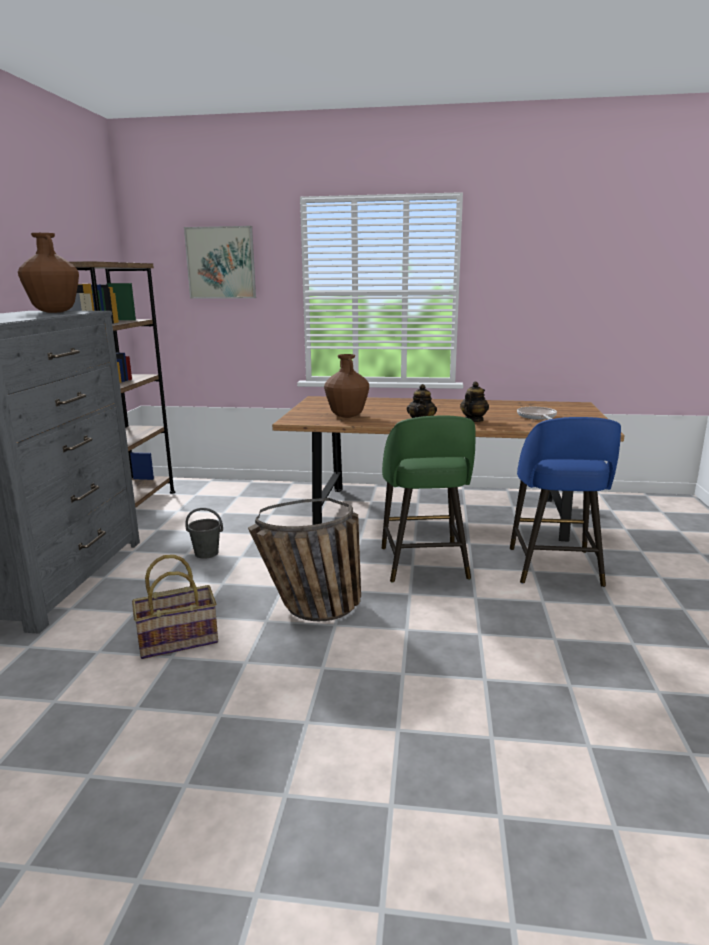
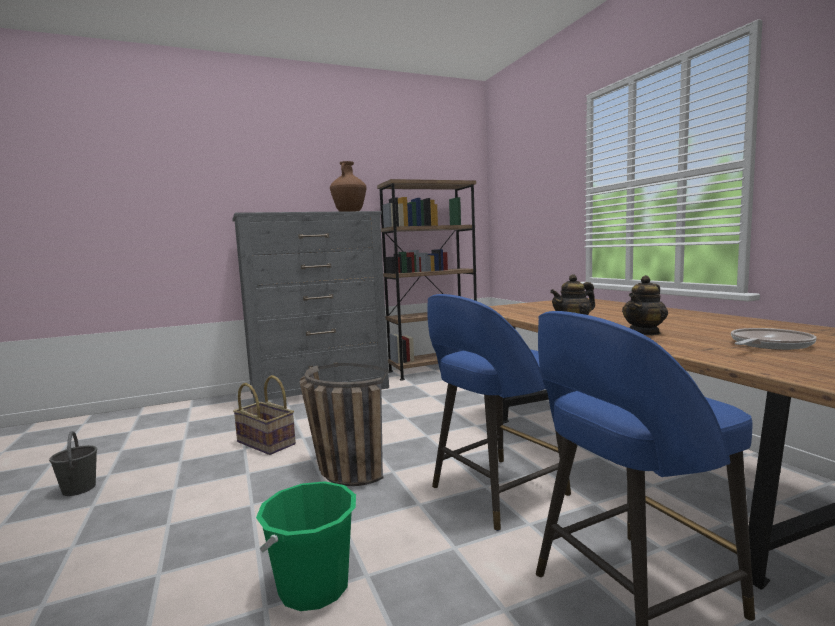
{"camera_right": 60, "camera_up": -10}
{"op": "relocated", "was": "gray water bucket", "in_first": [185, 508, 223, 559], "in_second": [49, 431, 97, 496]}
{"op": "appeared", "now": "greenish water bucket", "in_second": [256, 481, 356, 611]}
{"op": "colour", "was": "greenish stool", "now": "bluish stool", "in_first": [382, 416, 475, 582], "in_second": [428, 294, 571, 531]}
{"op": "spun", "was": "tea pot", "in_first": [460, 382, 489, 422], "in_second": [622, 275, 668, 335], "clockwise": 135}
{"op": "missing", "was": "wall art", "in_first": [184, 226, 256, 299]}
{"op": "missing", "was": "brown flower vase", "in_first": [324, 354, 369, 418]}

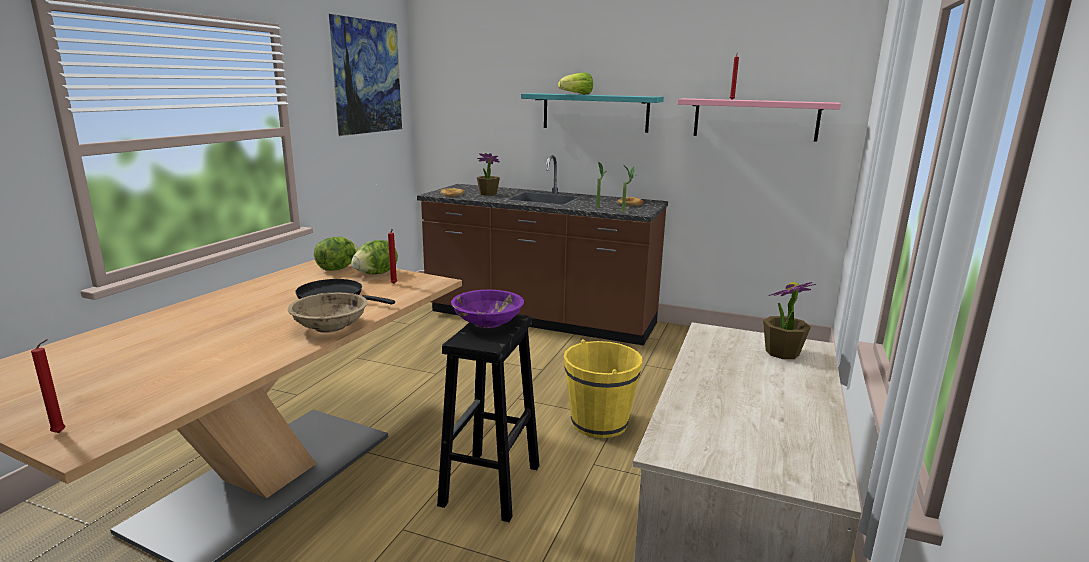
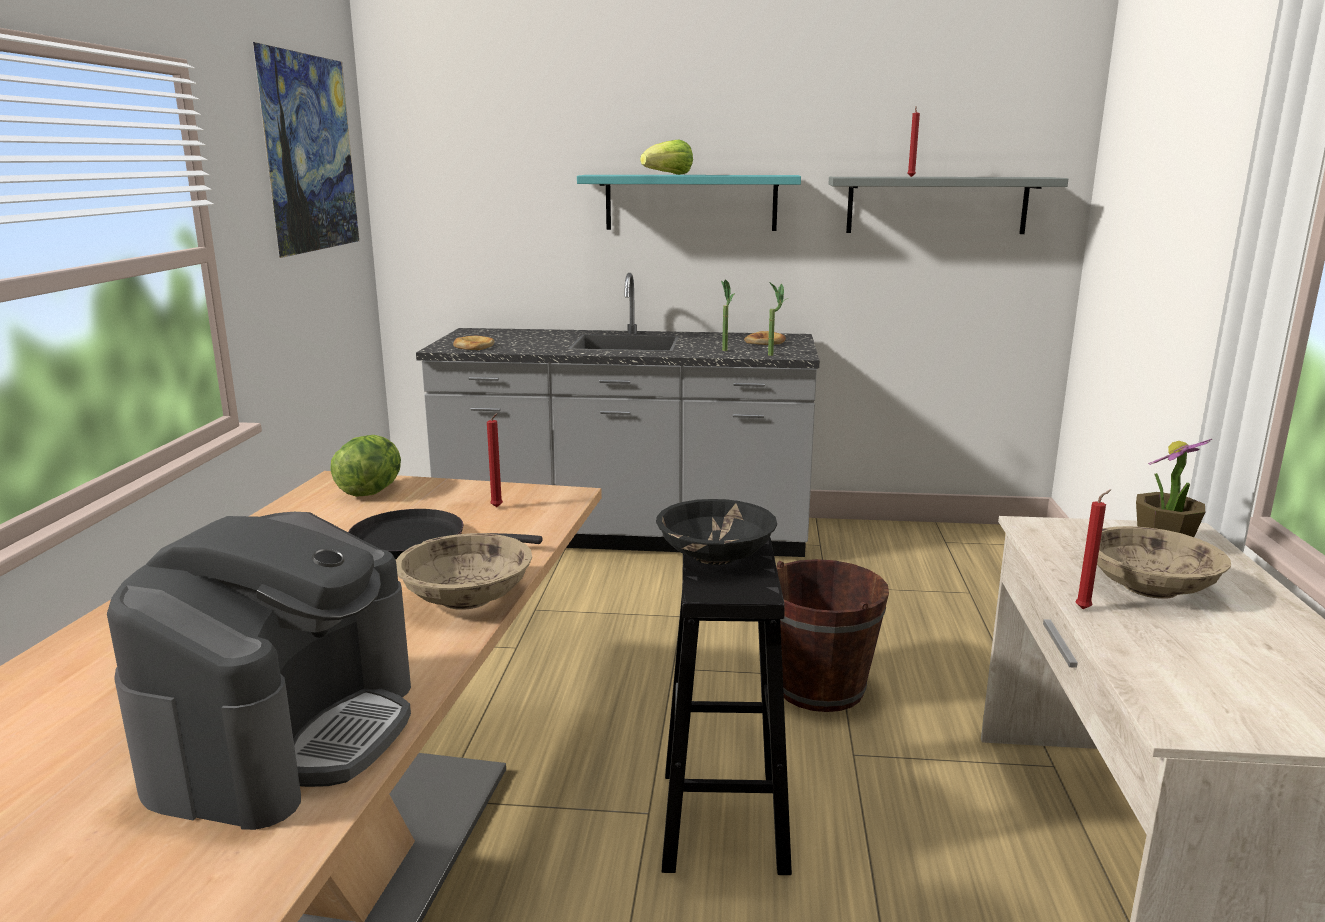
{"camera_right": -15, "camera_up": 0}
{"op": "appeared", "now": "coffee brewer", "in_second": [107, 512, 411, 830]}
{"op": "colour", "was": "brown counter", "now": "gray counter", "in_first": [417, 155, 668, 345], "in_second": [416, 273, 819, 557]}
{"op": "colour", "was": "purplish serving bowl", "now": "black serving bowl", "in_first": [451, 289, 524, 328], "in_second": [656, 499, 777, 565]}
{"op": "colour", "was": "yellow water bucket", "now": "brown water bucket", "in_first": [564, 339, 642, 438], "in_second": [776, 559, 889, 712]}
{"op": "colour", "was": "pink shelf", "now": "gray shelf", "in_first": [677, 98, 841, 142], "in_second": [828, 177, 1068, 234]}
{"op": "relocated", "was": "red-coloured wax light", "in_first": [31, 339, 66, 433], "in_second": [1076, 489, 1111, 609]}
{"op": "appeared", "now": "sand-coloured serving bowl", "in_second": [1097, 526, 1231, 599]}
{"op": "missing", "was": "head of lettuce", "in_first": [351, 240, 398, 274]}
{"op": "missing", "was": "potted plant", "in_first": [477, 153, 500, 196]}

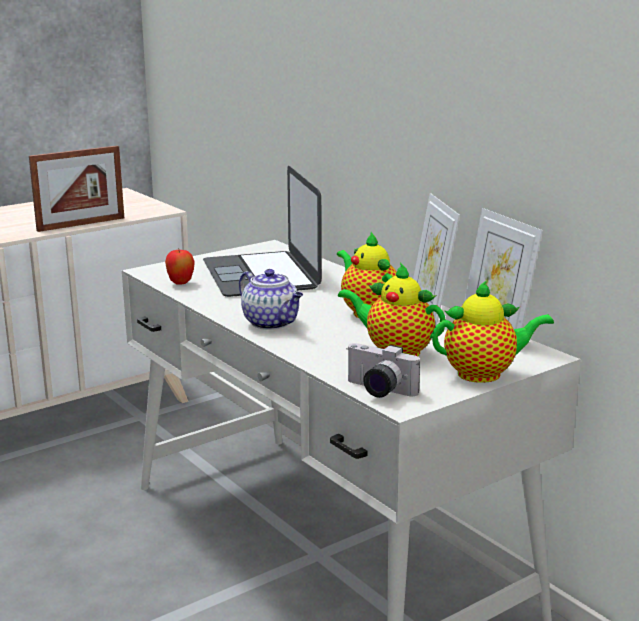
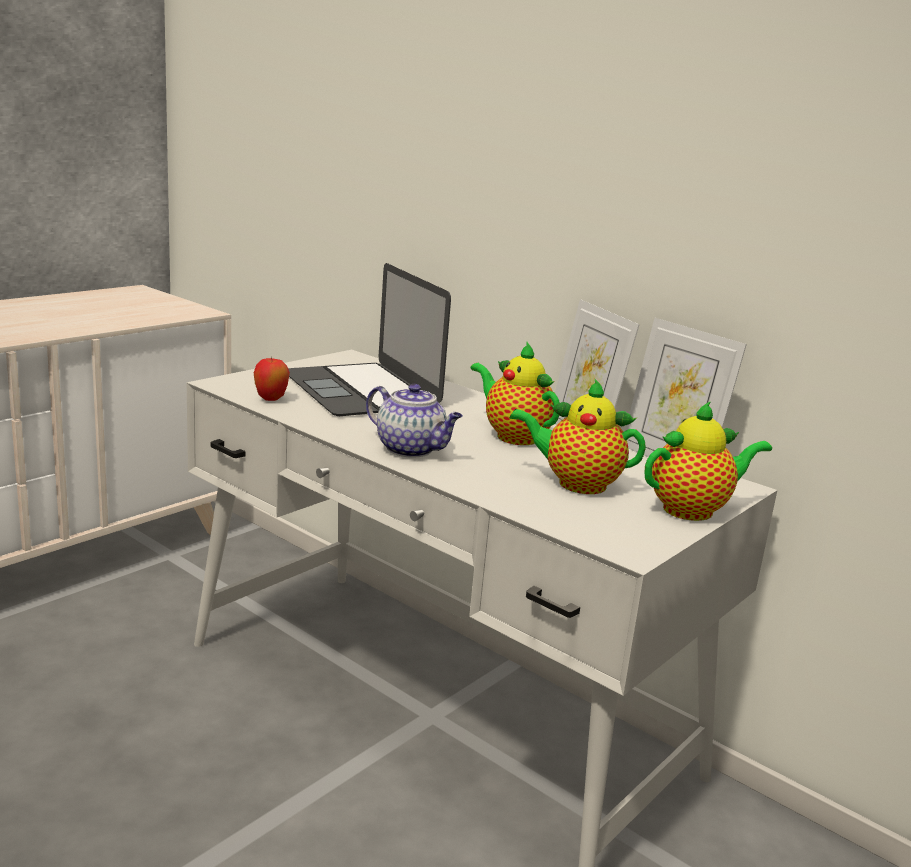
{"camera_right": -15, "camera_up": 0}
{"op": "missing", "was": "standing frame", "in_first": [29, 146, 124, 232]}
{"op": "missing", "was": "photo camera", "in_first": [346, 343, 420, 398]}

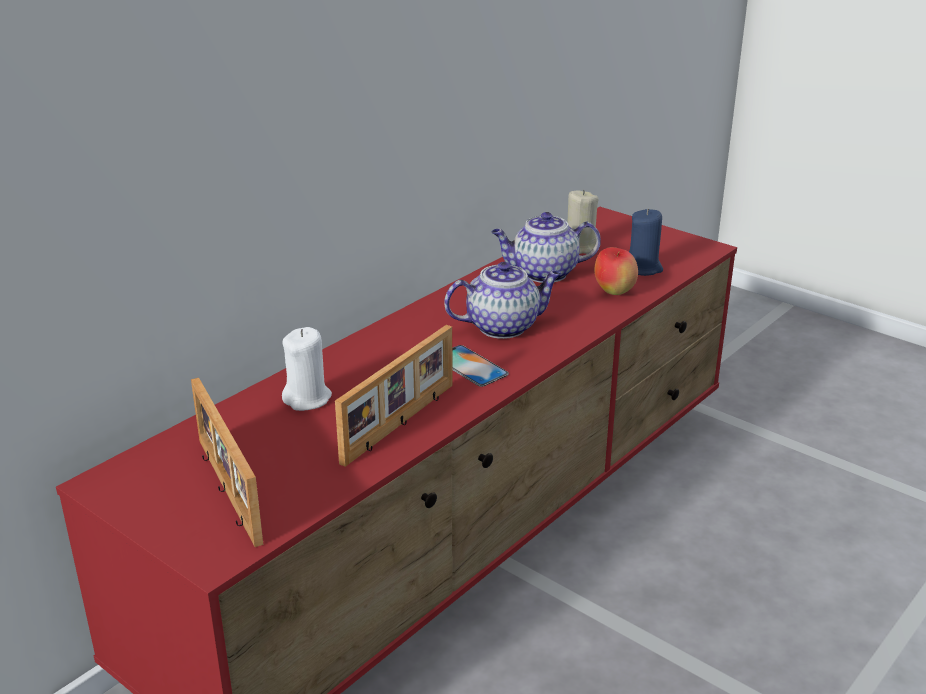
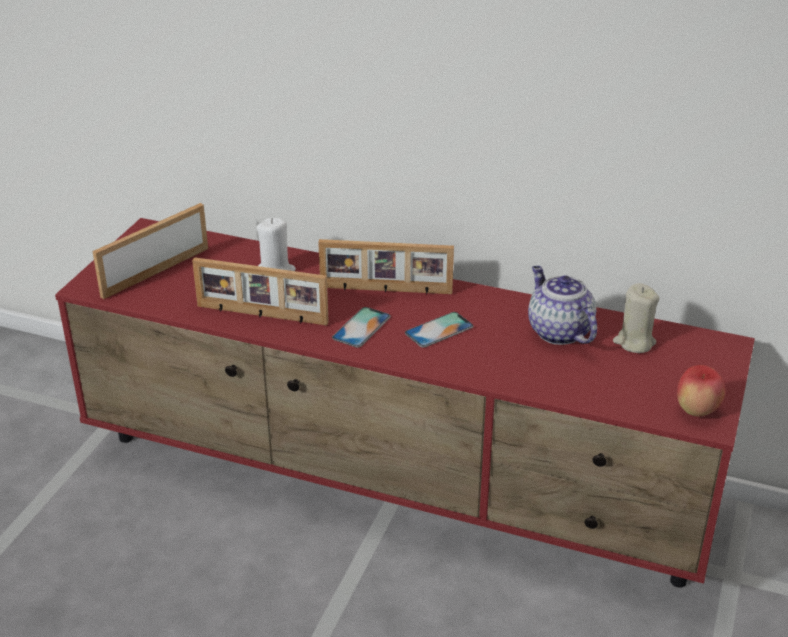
{"camera_right": 70, "camera_up": 5}
{"op": "appeared", "now": "standing frame", "in_second": [318, 239, 454, 295]}
{"op": "exchanged", "was": "tea pot", "now": "telephone", "in_first": [444, 262, 561, 339], "in_second": [405, 312, 473, 348]}
{"op": "relocated", "was": "whole apple", "in_first": [595, 247, 638, 295], "in_second": [677, 365, 725, 416]}
{"op": "missing", "was": "bluish wax light", "in_first": [629, 209, 663, 276]}

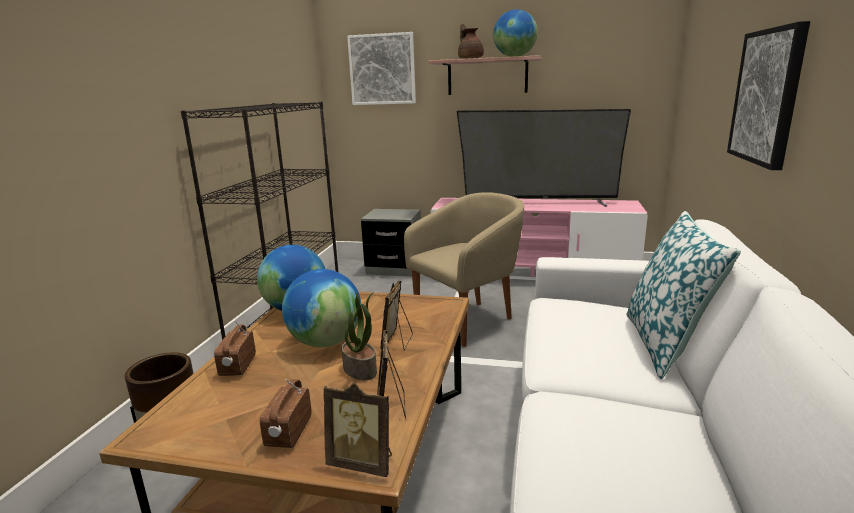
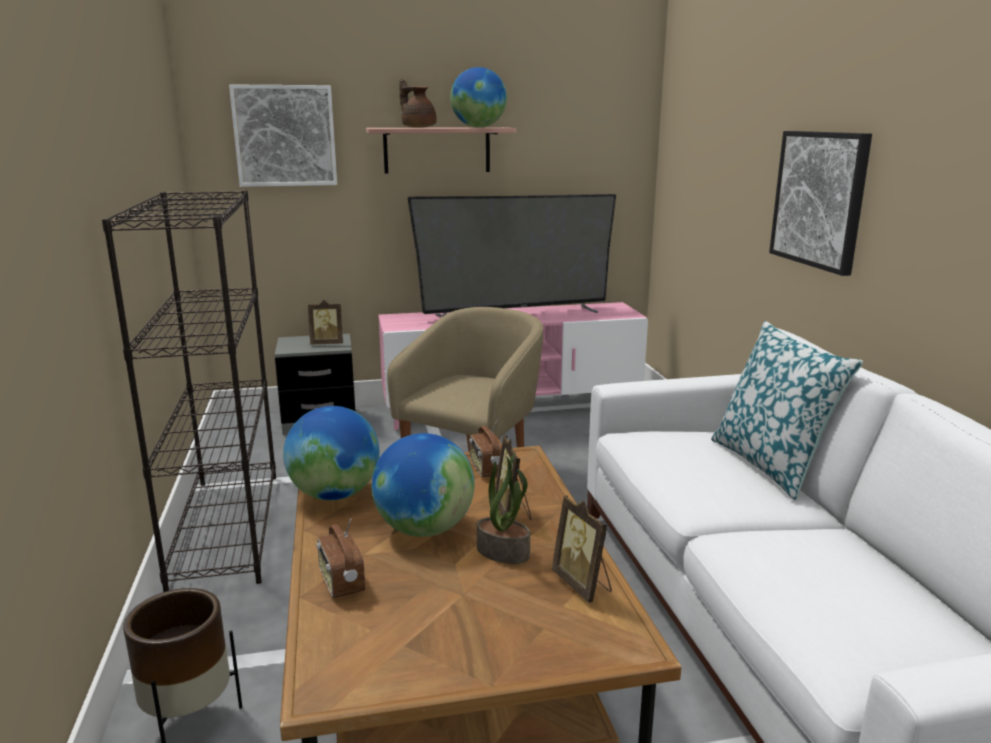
{"camera_right": -25, "camera_up": 0}
{"op": "relocated", "was": "standing frame", "in_first": [324, 383, 392, 477], "in_second": [308, 300, 343, 344]}
{"op": "relocated", "was": "radio set", "in_first": [260, 379, 312, 448], "in_second": [469, 418, 502, 477]}

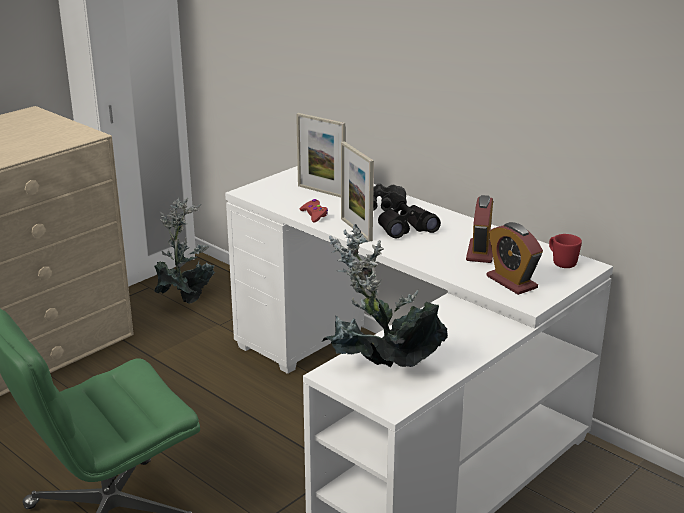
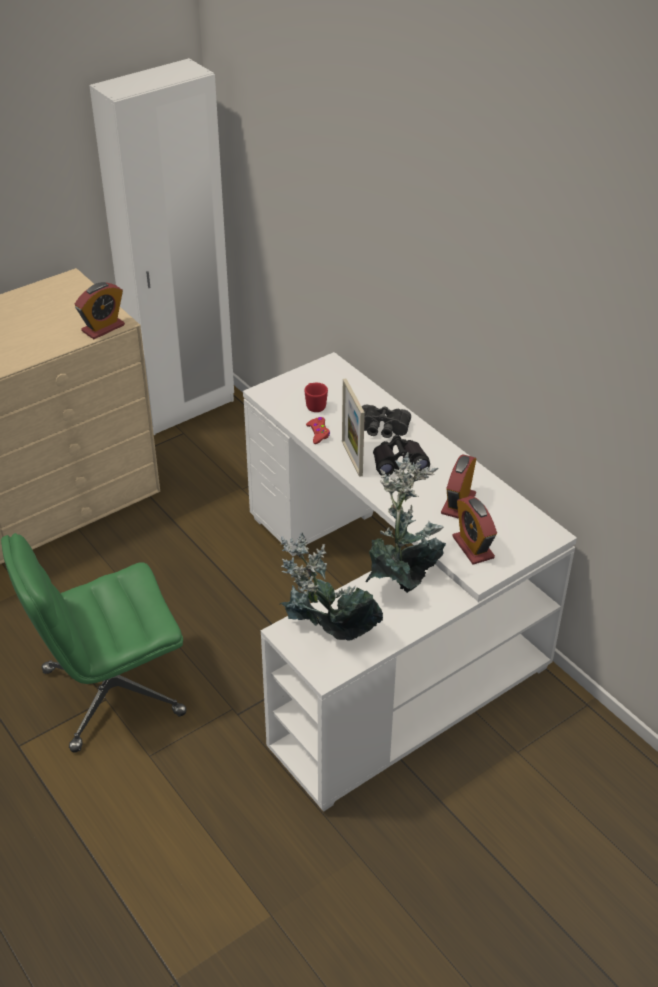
{"camera_right": 10, "camera_up": 15}
{"op": "appeared", "now": "bedside clock", "in_second": [75, 282, 125, 339]}
{"op": "relocated", "was": "red-coloured mug", "in_first": [549, 234, 582, 268], "in_second": [304, 383, 328, 412]}
{"op": "relocated", "was": "potted plant", "in_first": [154, 198, 215, 304], "in_second": [366, 452, 446, 593]}
{"op": "missing", "was": "standing frame", "in_first": [296, 113, 345, 197]}

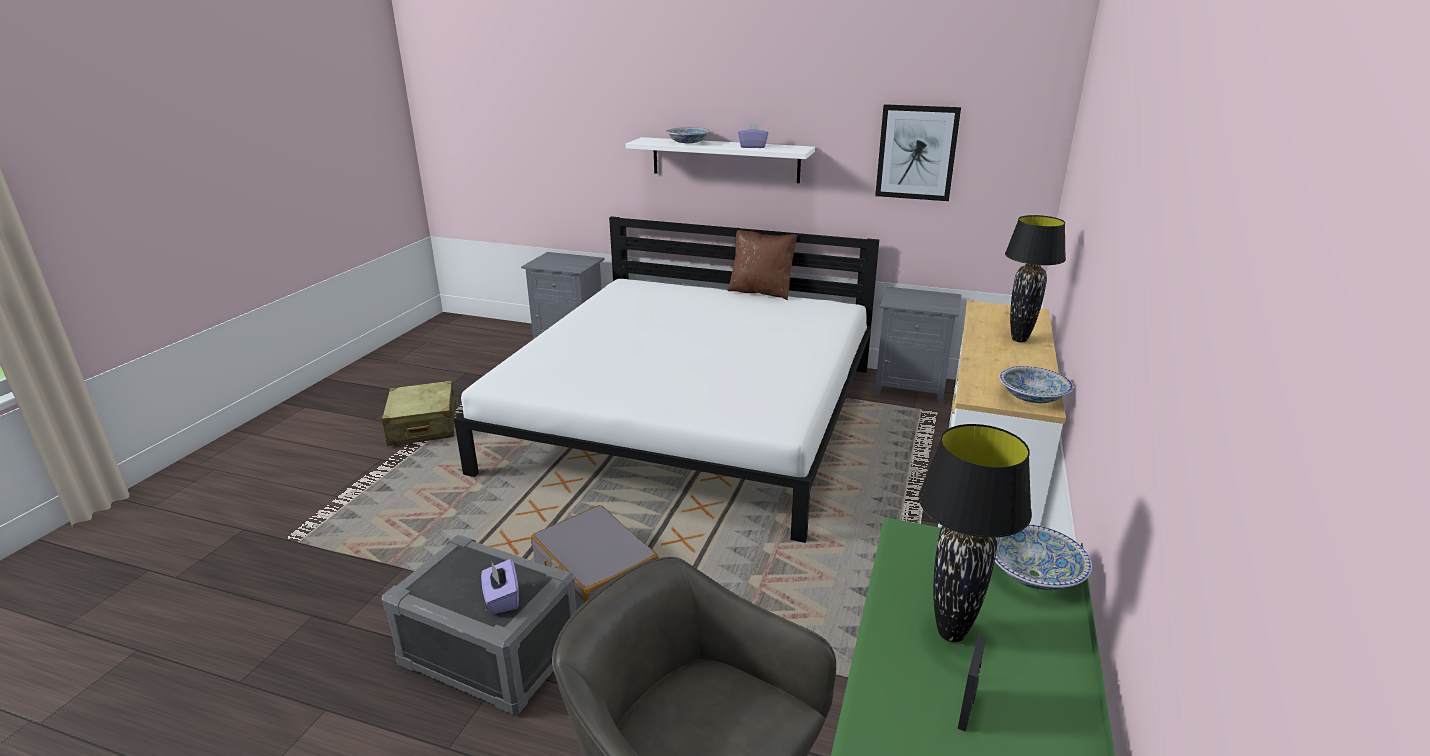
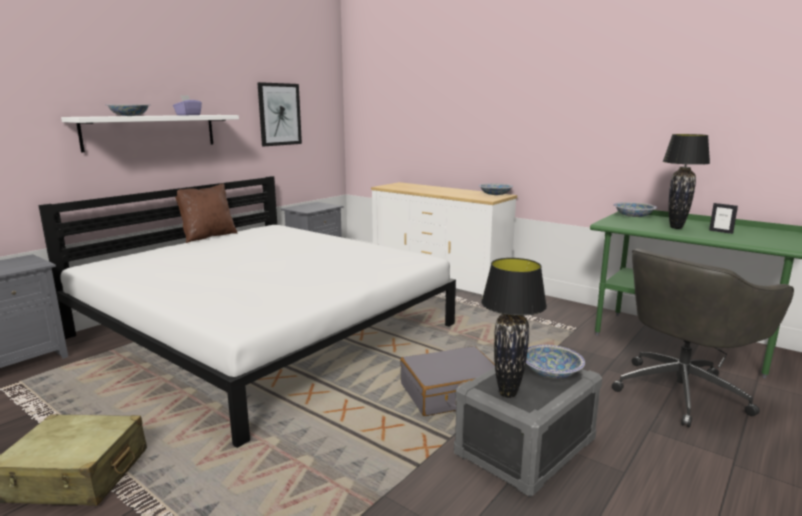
{"camera_right": -70, "camera_up": -10}
{"op": "relocated", "was": "black lamp for a table", "in_first": [1005, 215, 1066, 342], "in_second": [481, 258, 547, 398]}
{"op": "exchanged", "was": "purplish box of tissues", "now": "serving bowl", "in_first": [481, 559, 519, 614], "in_second": [526, 345, 585, 379]}

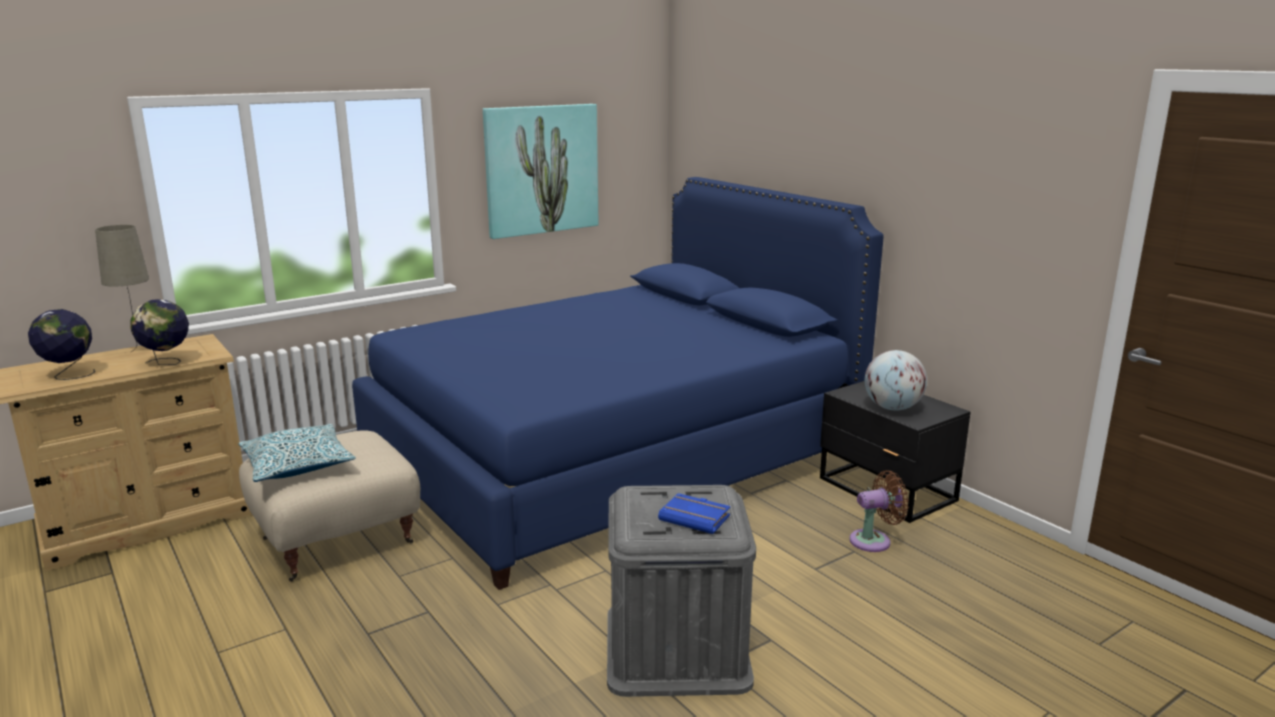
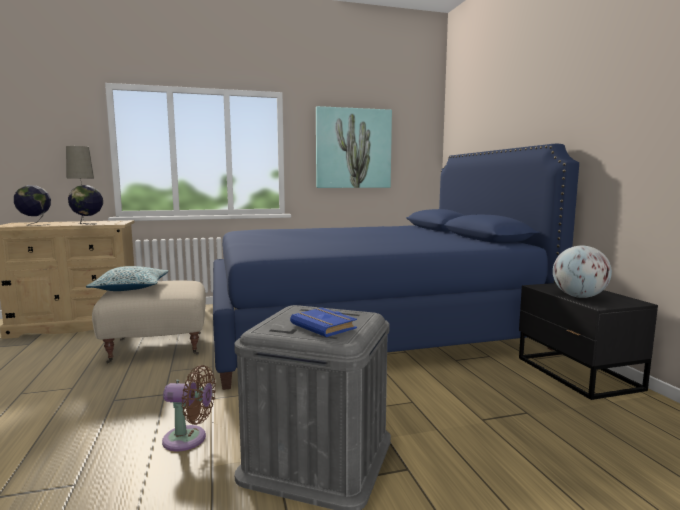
{"camera_right": 20, "camera_up": -10}
{"op": "relocated", "was": "brown electric fan", "in_first": [850, 470, 909, 552], "in_second": [162, 365, 216, 451]}

